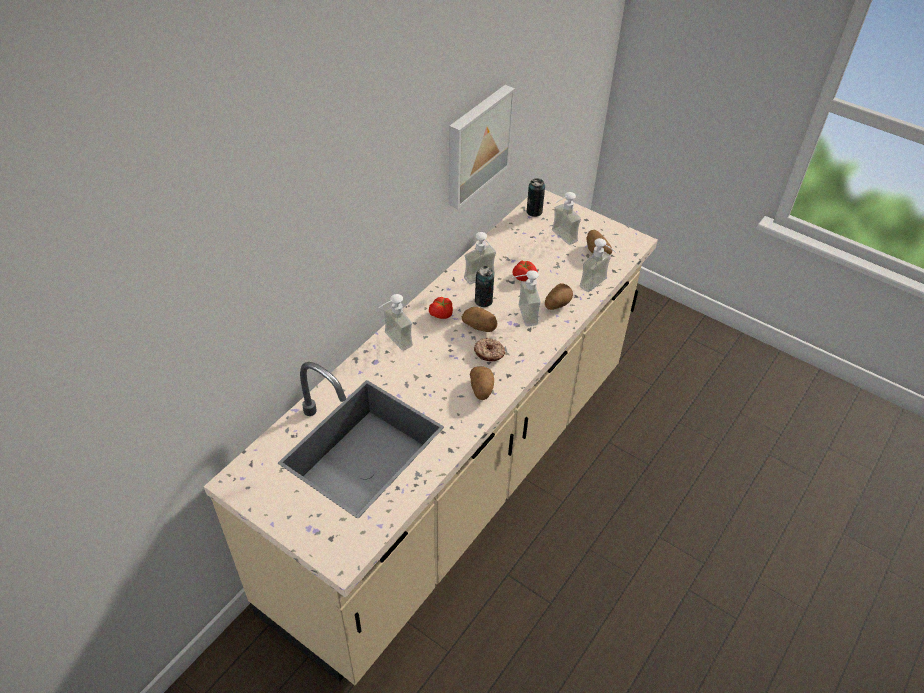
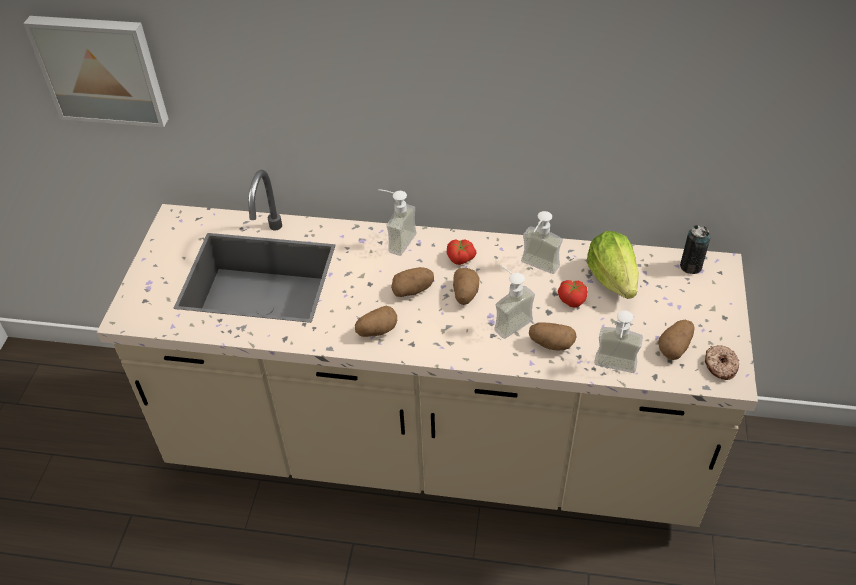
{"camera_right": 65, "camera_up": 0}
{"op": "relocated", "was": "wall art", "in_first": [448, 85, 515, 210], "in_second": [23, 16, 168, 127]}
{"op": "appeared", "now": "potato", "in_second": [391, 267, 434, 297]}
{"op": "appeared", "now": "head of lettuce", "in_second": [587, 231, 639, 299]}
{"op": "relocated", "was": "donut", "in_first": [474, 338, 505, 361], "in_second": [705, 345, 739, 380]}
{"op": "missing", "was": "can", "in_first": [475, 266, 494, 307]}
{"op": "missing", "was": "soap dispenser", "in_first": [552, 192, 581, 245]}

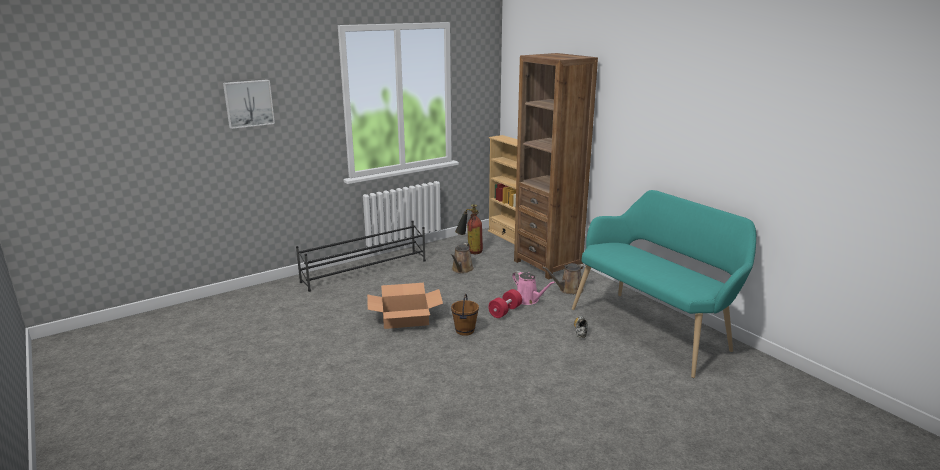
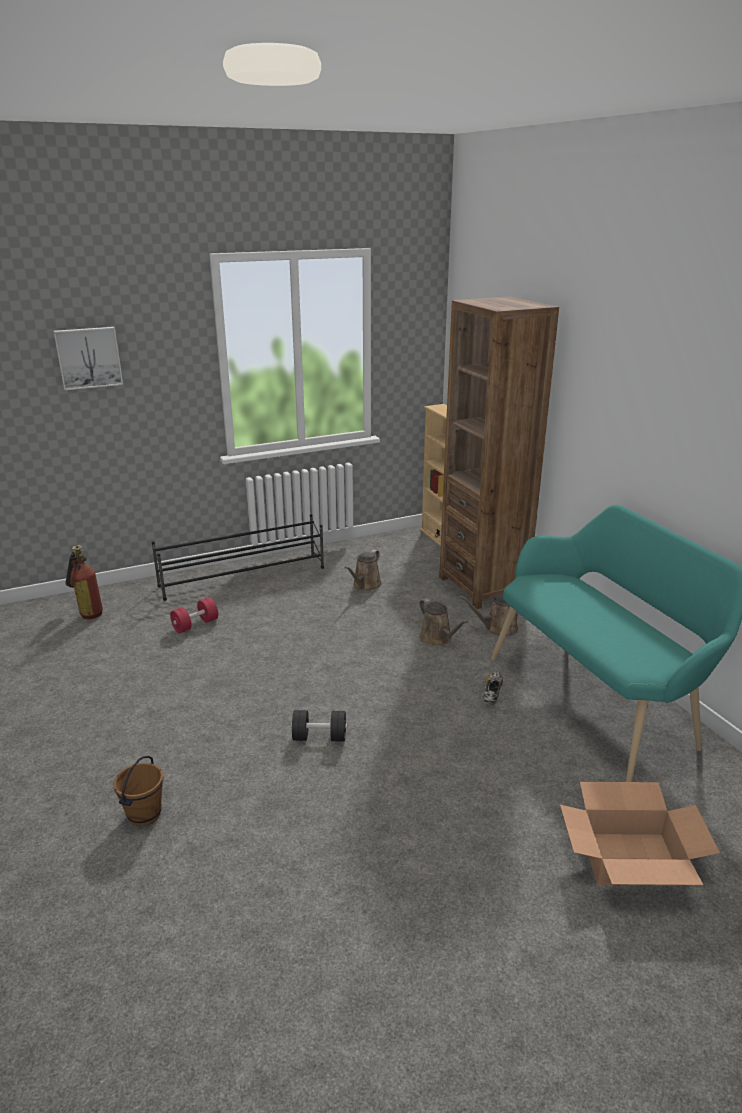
{"camera_right": 10, "camera_up": 5}
{"op": "relocated", "was": "fire extinguisher", "in_first": [455, 204, 483, 254], "in_second": [65, 545, 103, 619]}
{"op": "relocated", "was": "brown water bucket", "in_first": [451, 294, 479, 336], "in_second": [113, 756, 163, 826]}
{"op": "relocated", "was": "red-coloured free weight", "in_first": [488, 289, 522, 318], "in_second": [170, 597, 218, 633]}
{"op": "appeared", "now": "black free weight", "in_second": [291, 710, 347, 742]}
{"op": "colour", "was": "pink sprinkling can", "now": "brown sprinkling can", "in_first": [512, 271, 555, 305], "in_second": [419, 598, 468, 646]}
{"op": "relocated", "was": "cardboard box", "in_first": [367, 283, 443, 329], "in_second": [560, 782, 720, 886]}

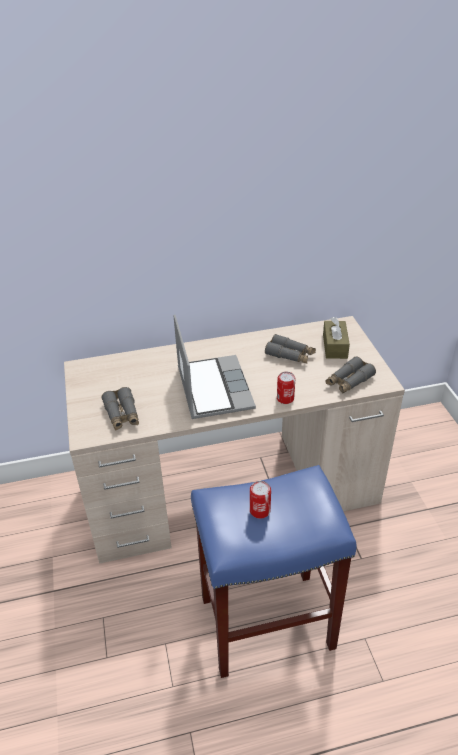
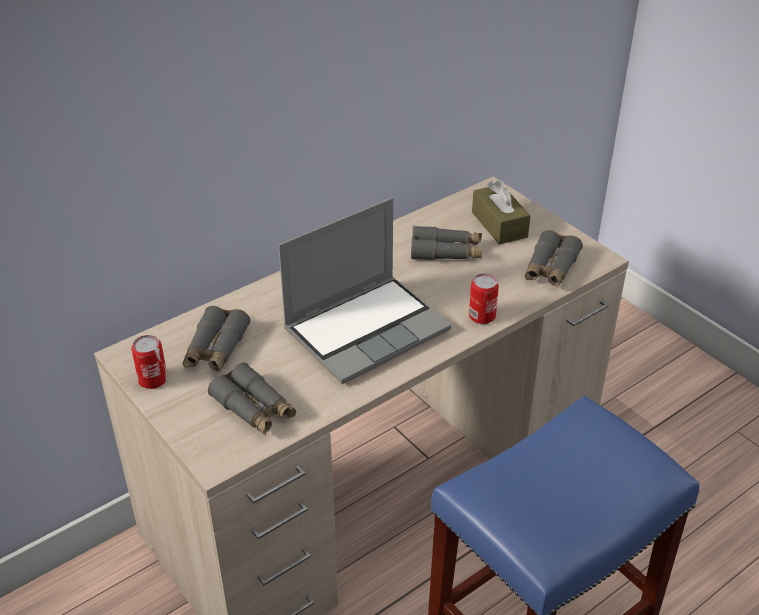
{"camera_right": -25, "camera_up": 0}
{"op": "relocated", "was": "can", "in_first": [250, 481, 271, 519], "in_second": [131, 335, 168, 389]}
{"op": "appeared", "now": "gray pair of binoculars", "in_second": [183, 306, 250, 373]}
{"op": "spun", "was": "laptop", "in_first": [174, 314, 256, 419], "in_second": [278, 198, 451, 384], "clockwise": 90}

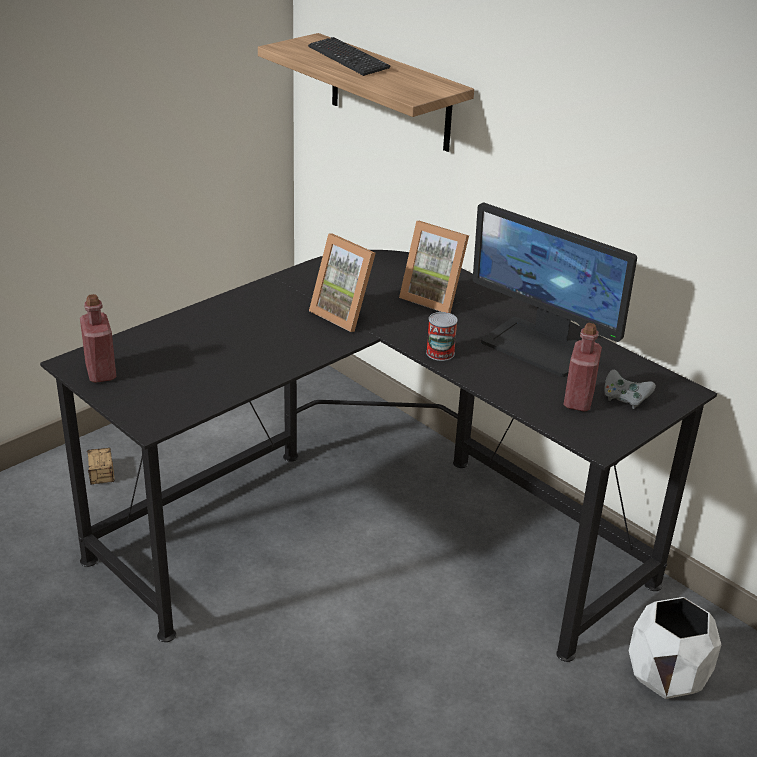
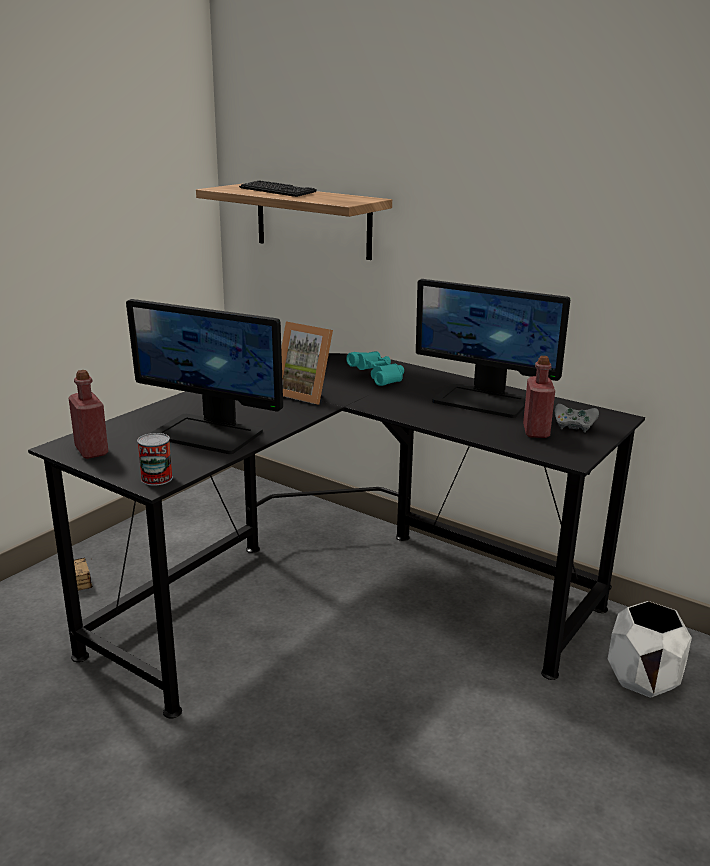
{"camera_right": -10, "camera_up": -10}
{"op": "appeared", "now": "computer screen", "in_second": [126, 299, 283, 454]}
{"op": "relocated", "was": "can", "in_first": [426, 312, 458, 361], "in_second": [137, 433, 173, 486]}
{"op": "exchanged", "was": "standing frame", "now": "turquoise-coloured pair of binoculars", "in_first": [399, 221, 469, 313], "in_second": [346, 351, 404, 386]}

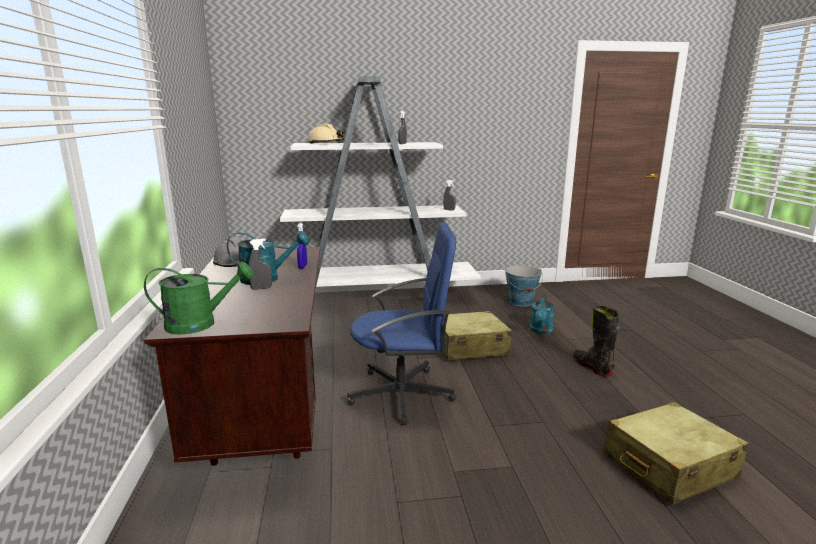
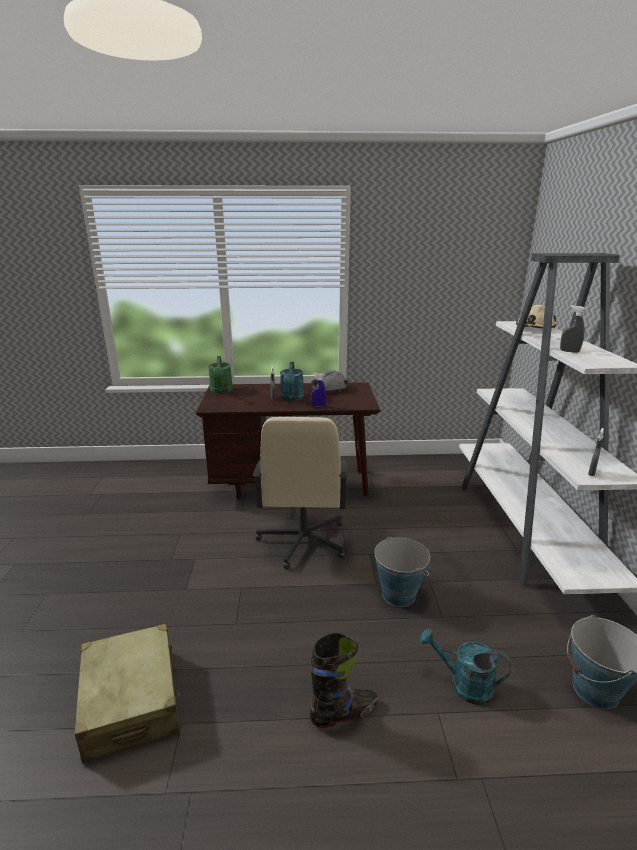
{"camera_right": 95, "camera_up": 5}
{"op": "colour", "was": "bluish office chair", "now": "sand-coloured office chair", "in_first": [347, 222, 456, 425], "in_second": [253, 417, 348, 569]}
{"op": "exchanged", "was": "sand-coloured travel case", "now": "water bucket", "in_first": [442, 311, 512, 361], "in_second": [374, 537, 430, 607]}

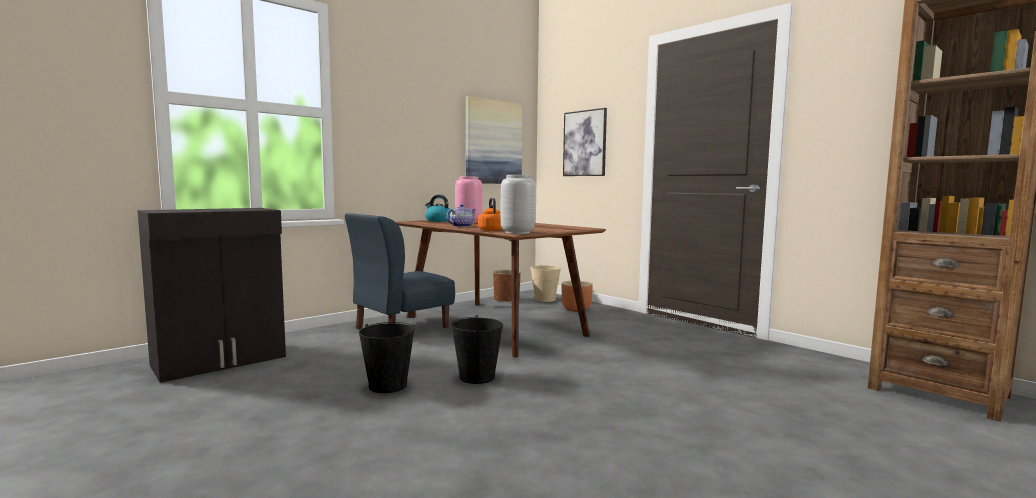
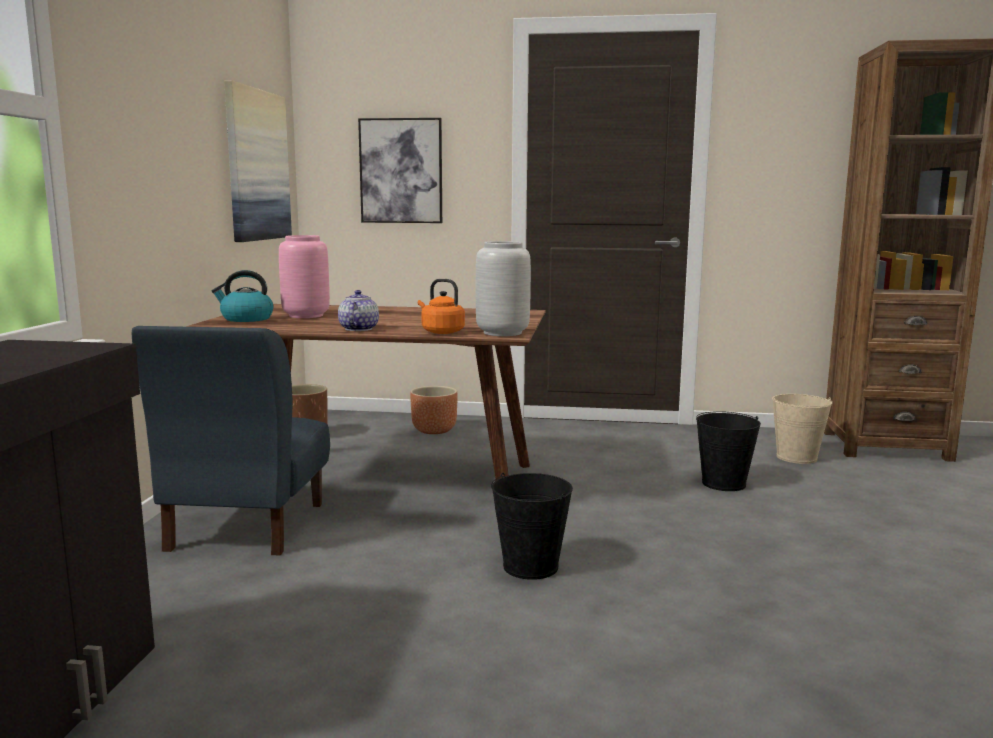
{"camera_right": -40, "camera_up": 5}
{"op": "relocated", "was": "black water bucket", "in_first": [359, 322, 415, 393], "in_second": [696, 411, 761, 491]}
{"op": "relocated", "was": "sand-coloured water bucket", "in_first": [530, 265, 561, 302], "in_second": [772, 394, 832, 464]}

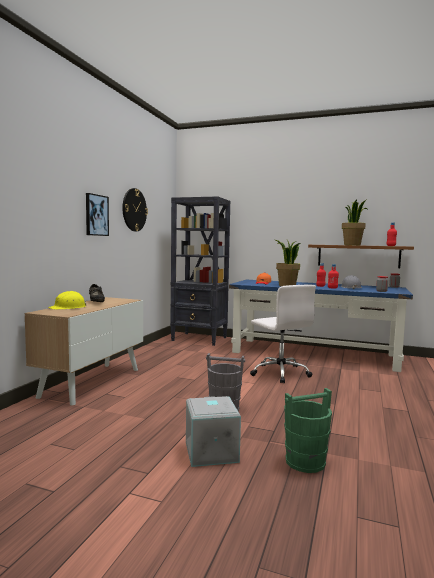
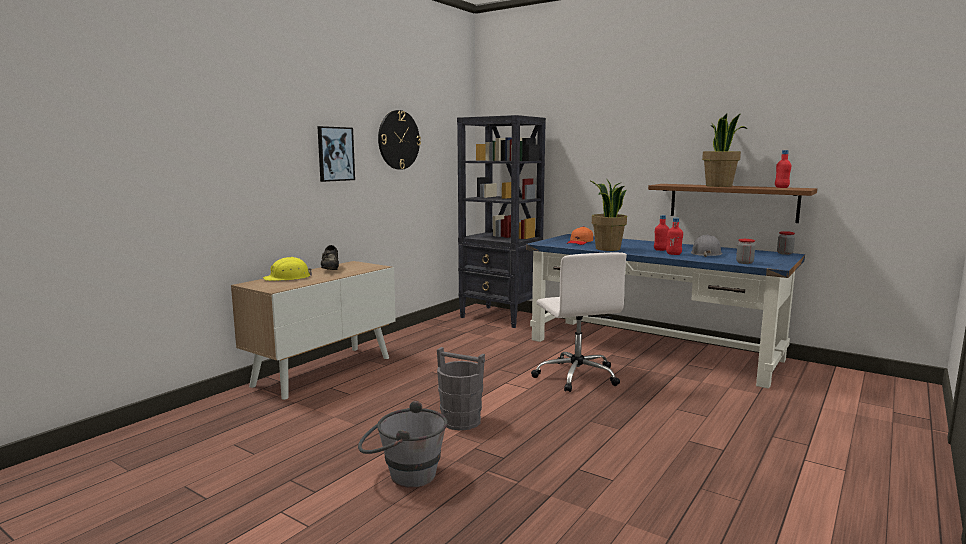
{"camera_right": 15, "camera_up": 5}
{"op": "exchanged", "was": "gray storage bin", "now": "gray water bucket", "in_first": [186, 396, 241, 467], "in_second": [358, 401, 447, 488]}
{"op": "missing", "was": "greenish water bucket", "in_first": [284, 388, 332, 473]}

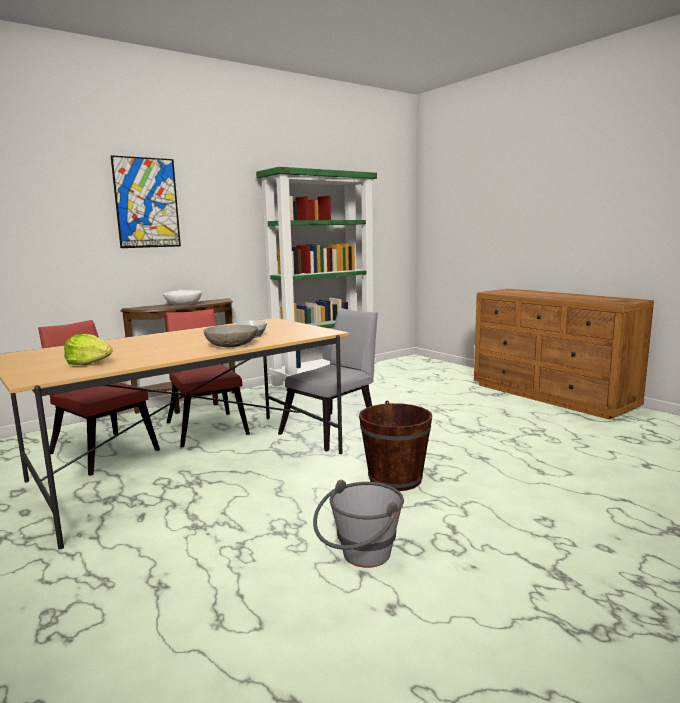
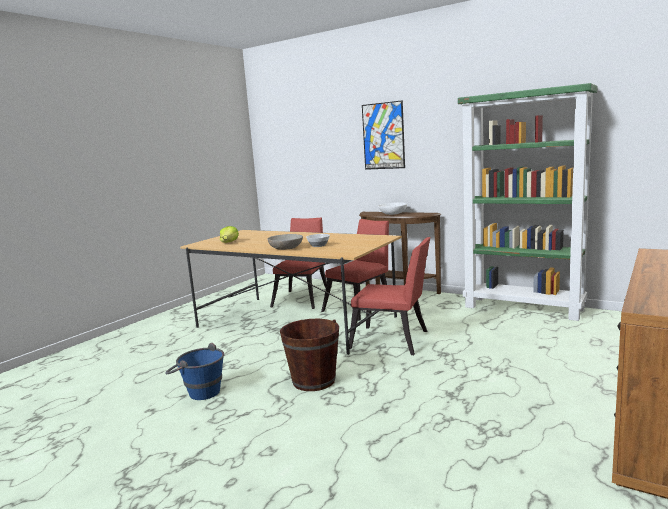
{"camera_right": 70, "camera_up": 0}
{"op": "colour", "was": "gray water bucket", "now": "bluish water bucket", "in_first": [313, 480, 404, 568], "in_second": [165, 343, 224, 400]}
{"op": "colour", "was": "gray plain chair", "now": "red-coloured plain chair", "in_first": [278, 308, 378, 452], "in_second": [349, 237, 430, 355]}

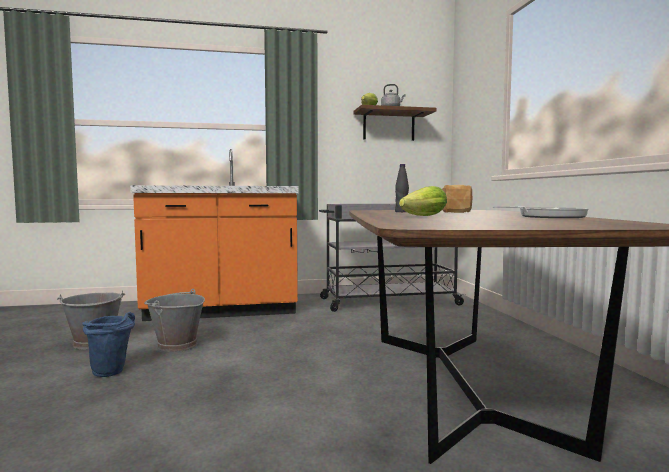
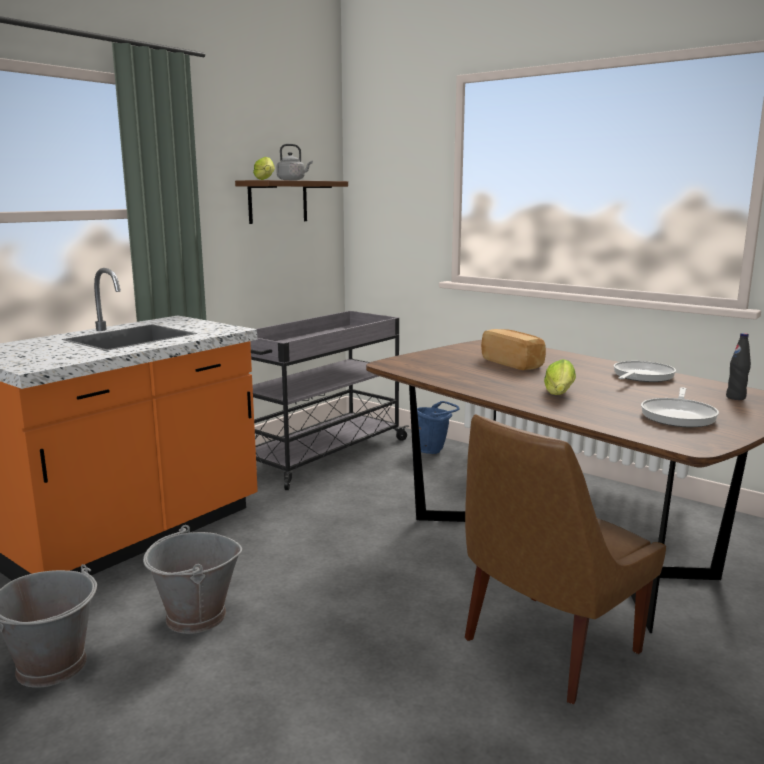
{"camera_right": -40, "camera_up": 10}
{"op": "relocated", "was": "bluish water bucket", "in_first": [83, 312, 135, 377], "in_second": [417, 401, 460, 454]}
{"op": "appeared", "now": "brown plain chair", "in_second": [465, 414, 666, 704]}
{"op": "appeared", "now": "frying pan", "in_second": [641, 387, 719, 427]}
{"op": "relocated", "was": "black drink bottle", "in_first": [395, 164, 409, 212], "in_second": [726, 333, 751, 400]}

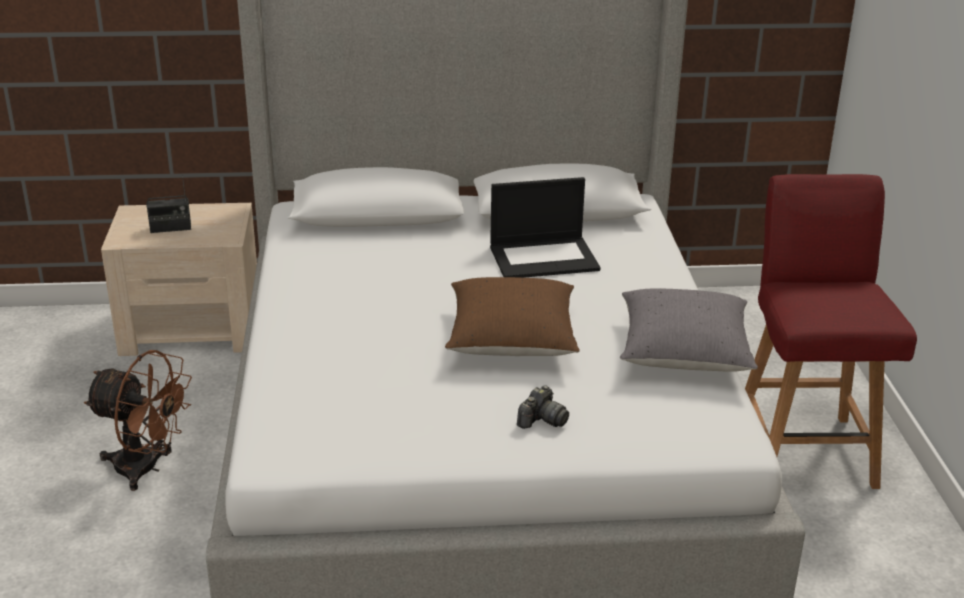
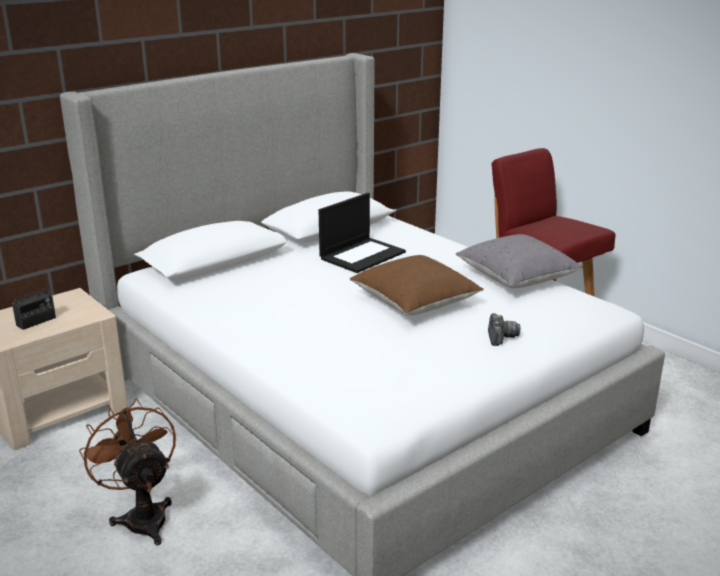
{"camera_right": -35, "camera_up": -5}
{"op": "spun", "was": "brown electric fan", "in_first": [84, 350, 192, 491], "in_second": [79, 399, 176, 545], "clockwise": -105}

